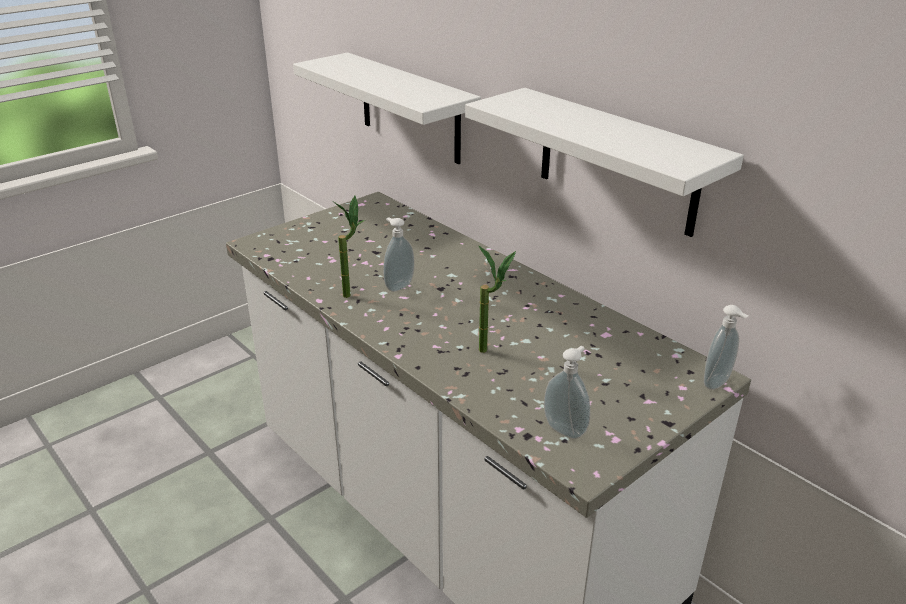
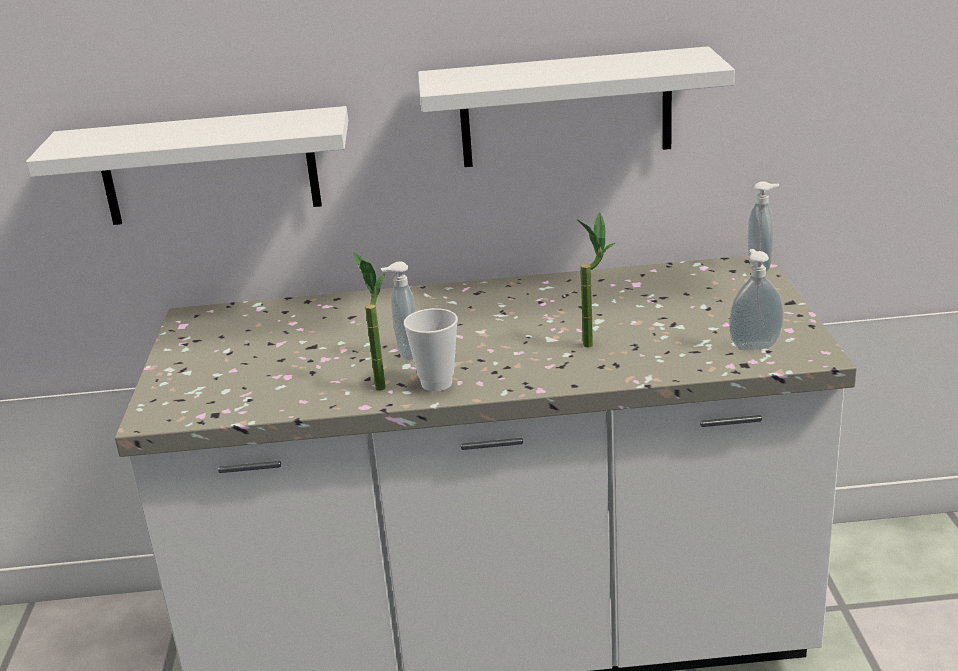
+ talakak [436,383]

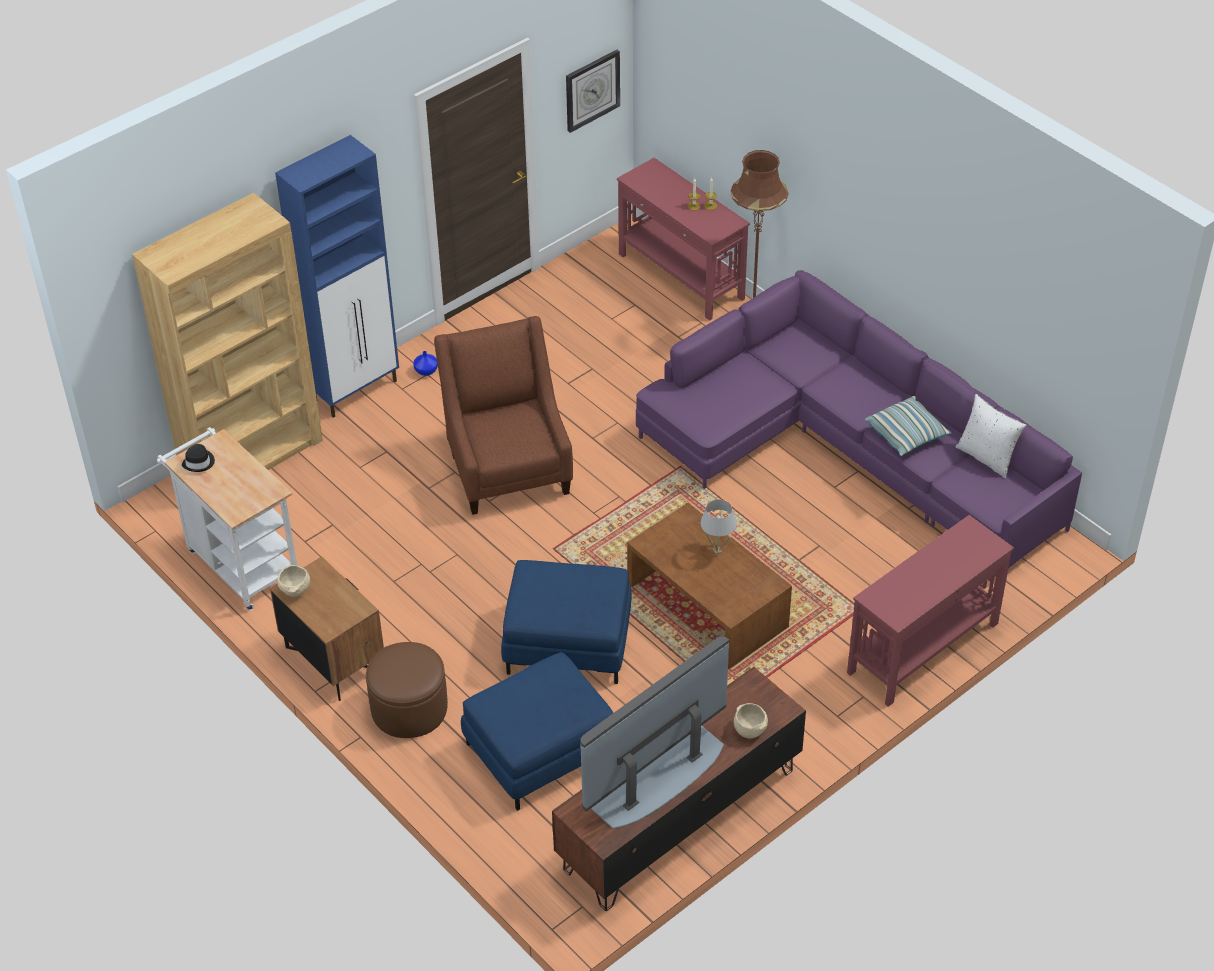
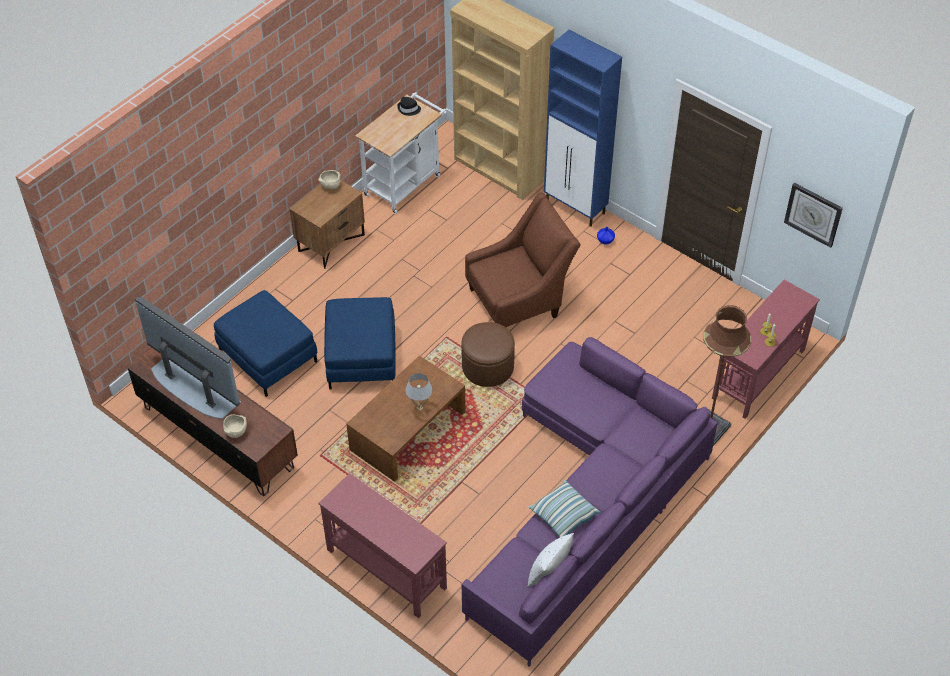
~ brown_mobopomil [409,708] to [487,366]

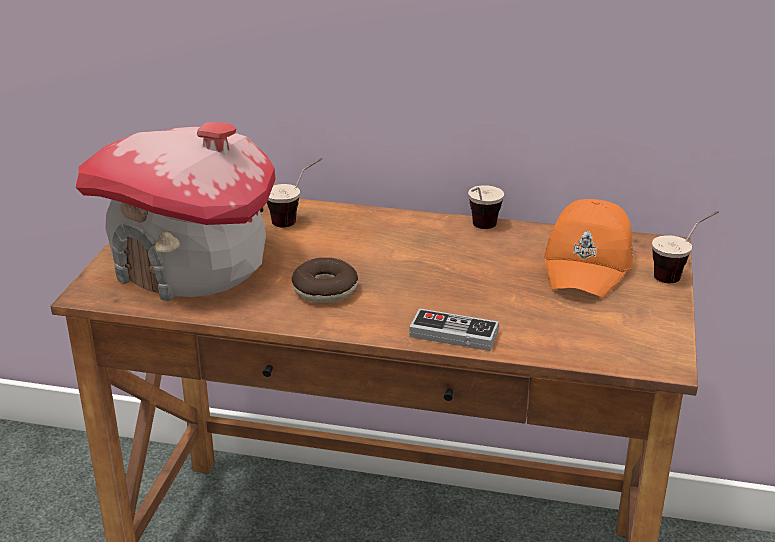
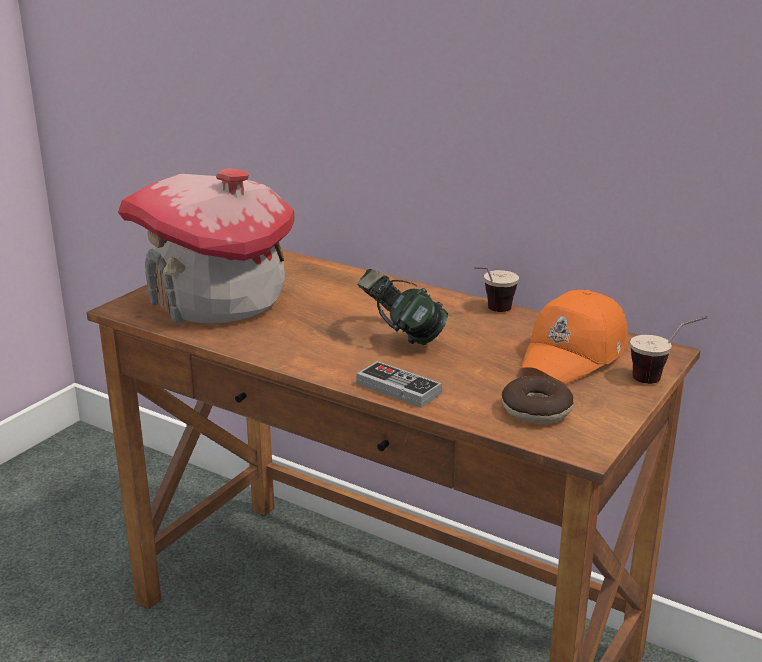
+ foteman [400,337]
~ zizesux [325,290] to [536,410]
- talakak [296,219]

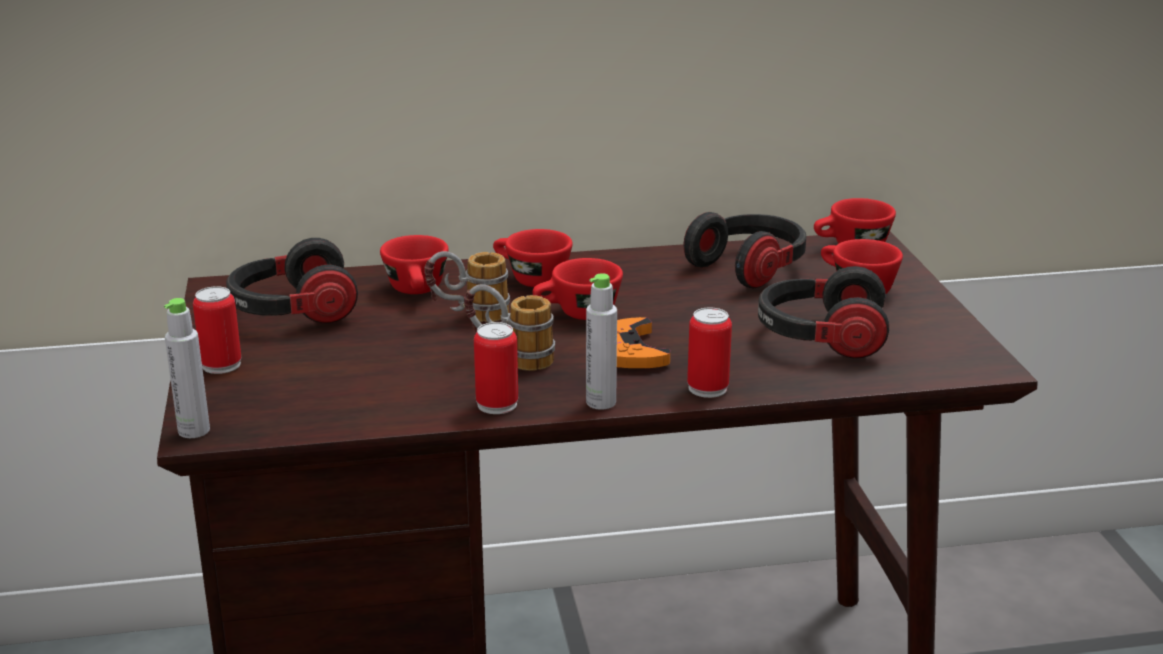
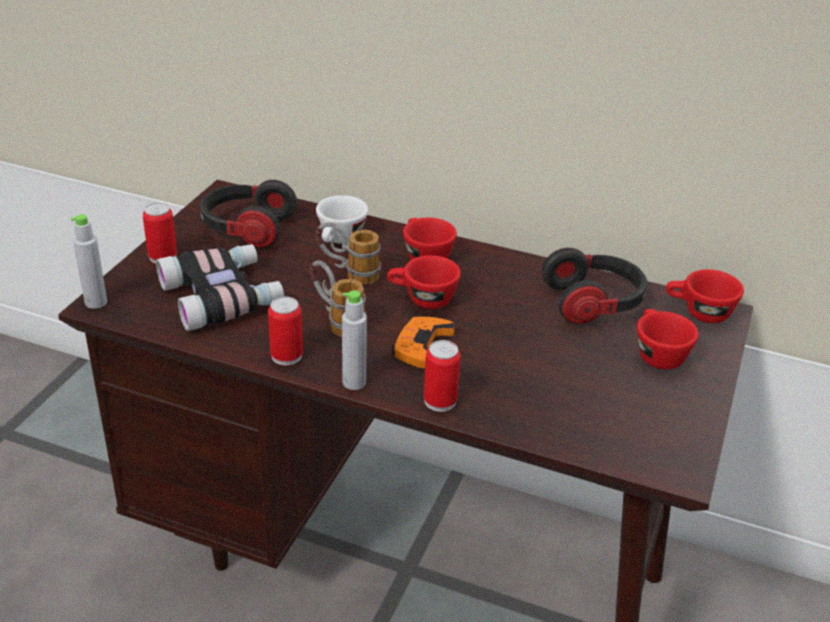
+ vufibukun [223,296]
~ red_talakak [418,291] to white_talakak [339,240]
- foteman [820,338]

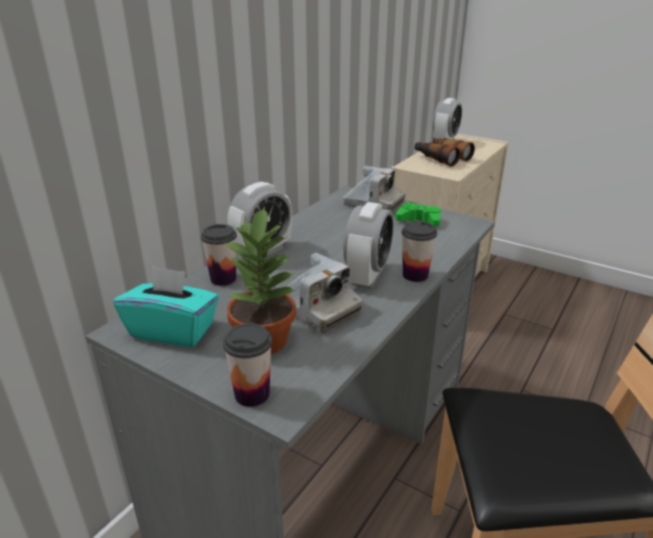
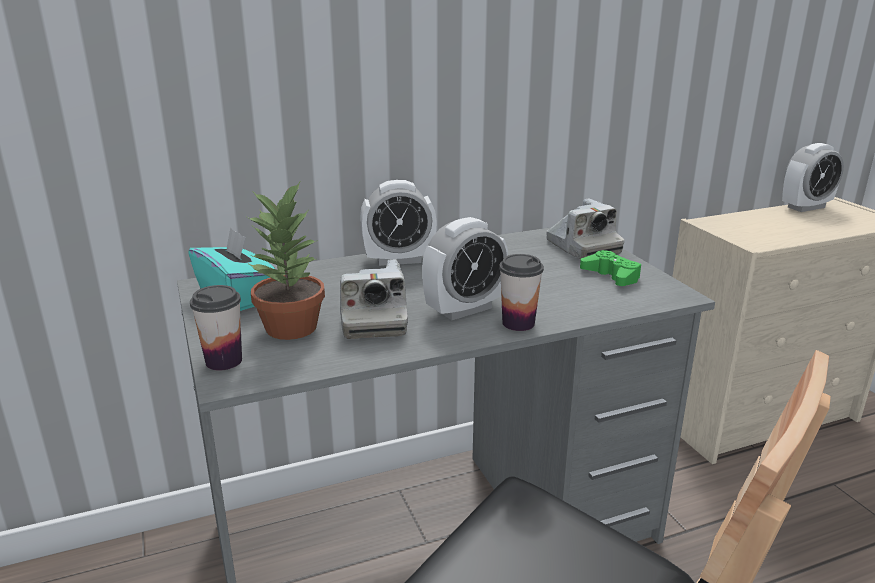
- talakak [223,279]
- vufibukun [441,158]

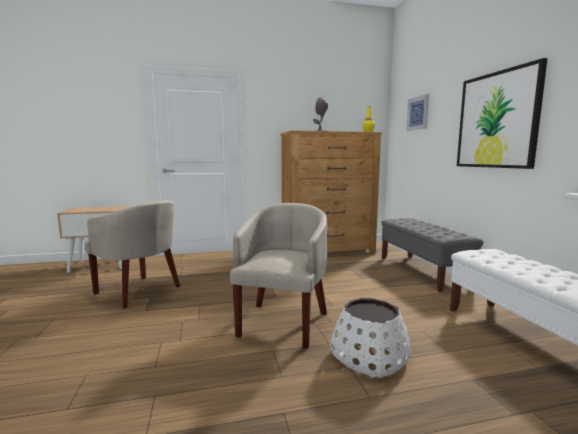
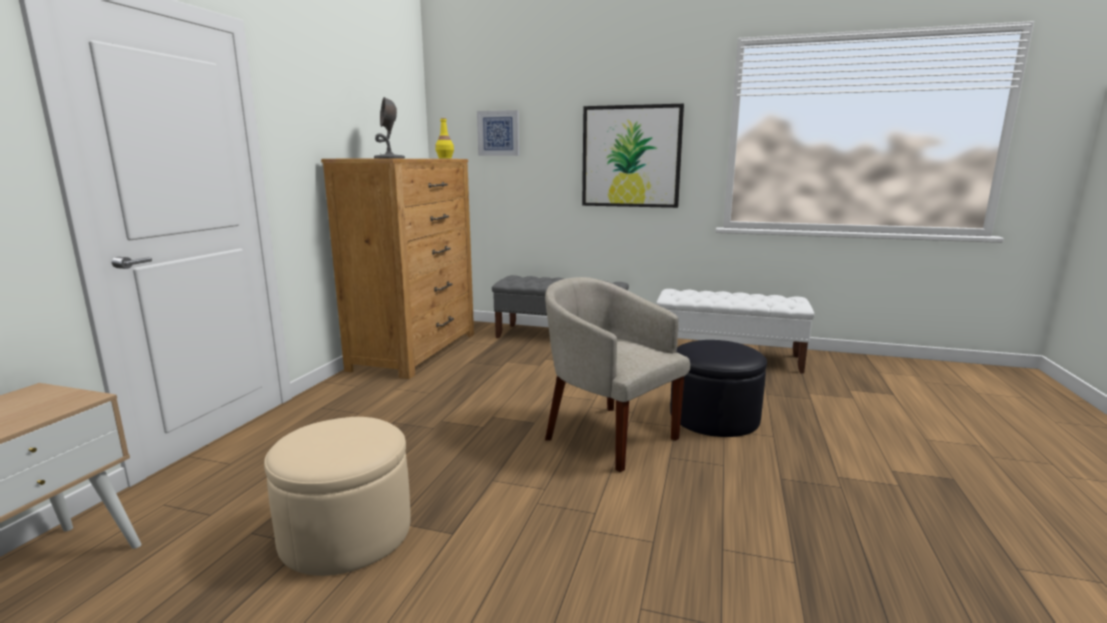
~ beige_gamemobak [139,291] to beige_mobopomil [346,532]
~ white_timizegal [369,357] to black_mobopomil [714,417]

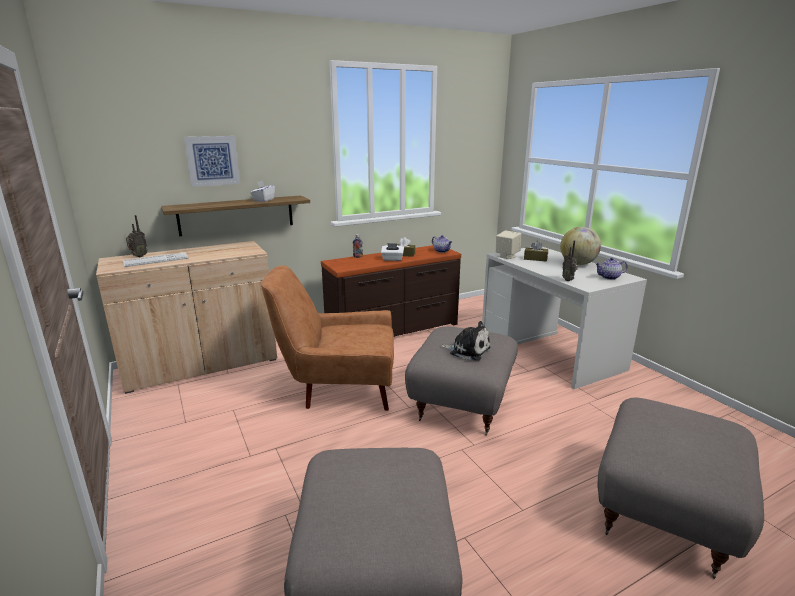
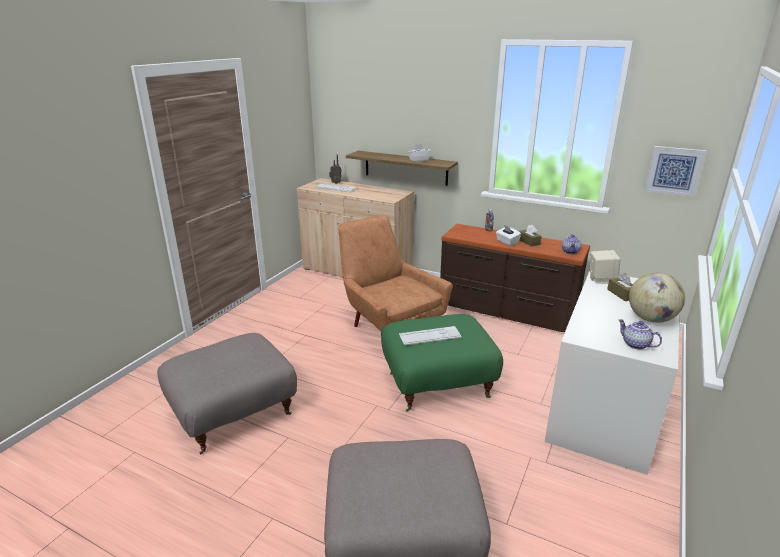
~ grey_mobopomil [461,402] to green_mobopomil [438,384]
~ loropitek [467,350] to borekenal [430,336]
~ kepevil [212,161] to [674,171]
- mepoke [568,280]

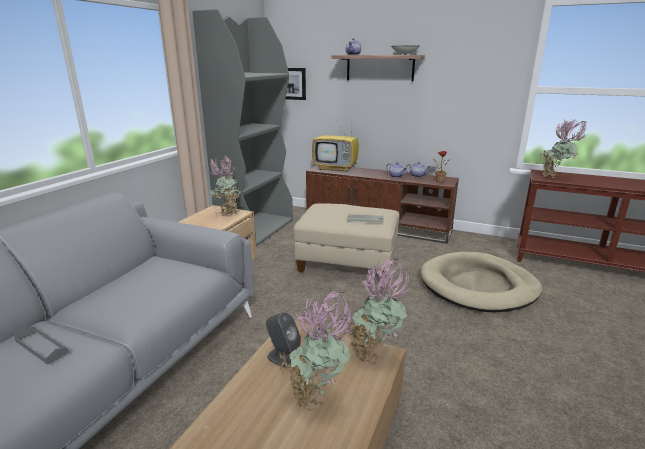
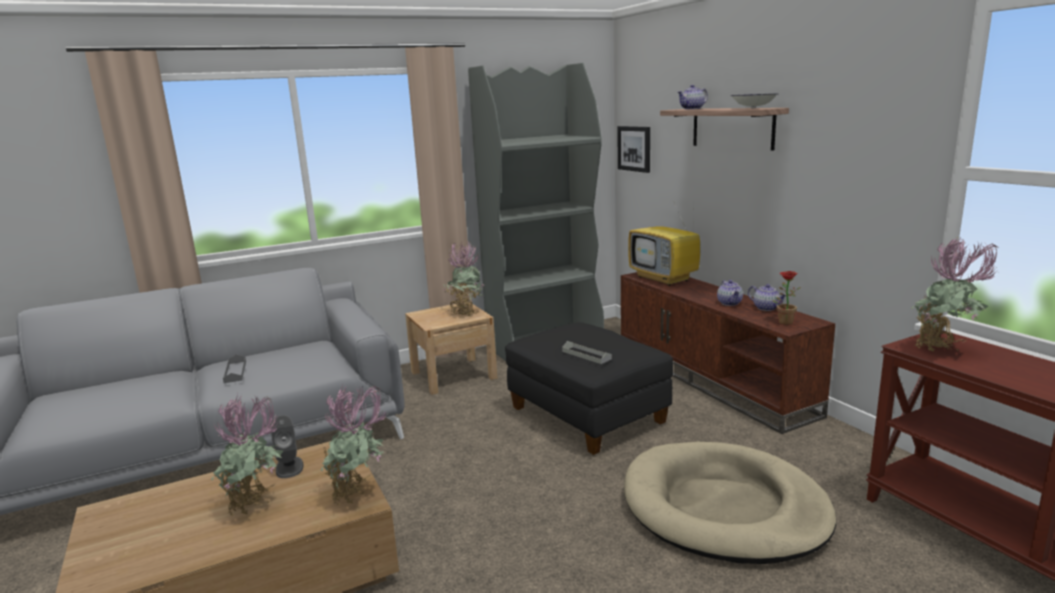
~ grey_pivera [41,347] to [235,372]
~ beige_mobopomil [347,263] to black_mobopomil [588,416]

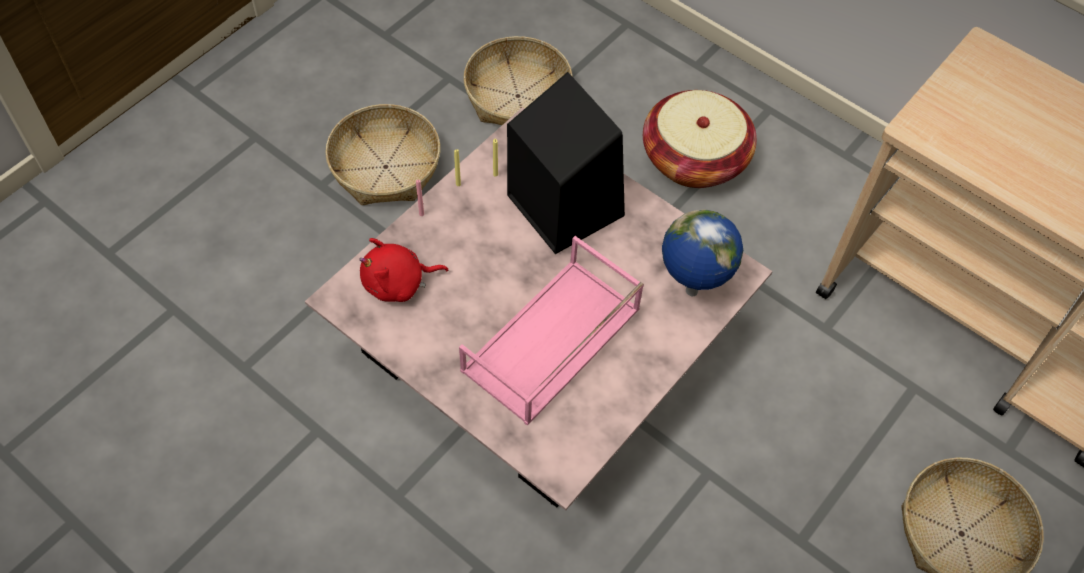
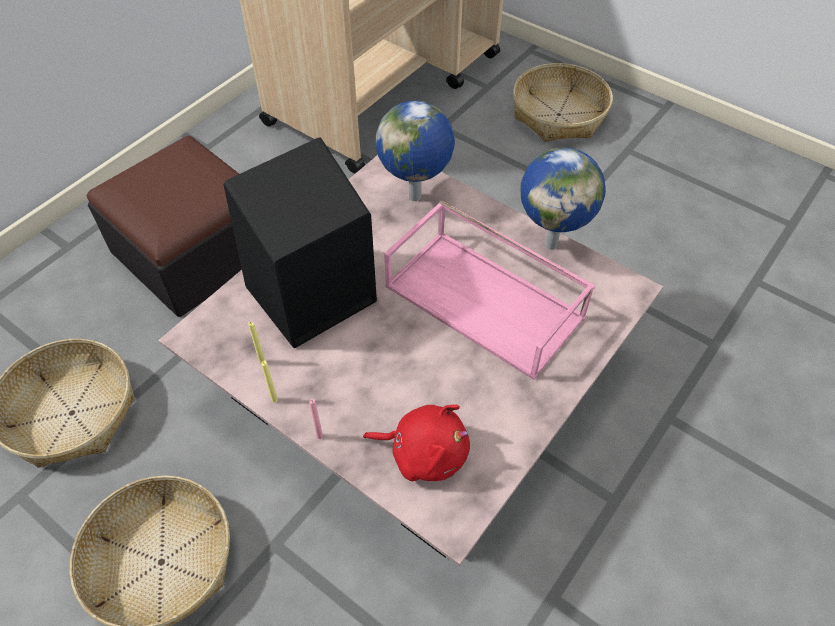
~ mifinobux [694,158] to mobopomil [194,251]
~ red_loropitek [398,283] = [424,452] 60 degrees counterclockwise
+ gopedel [551,243]

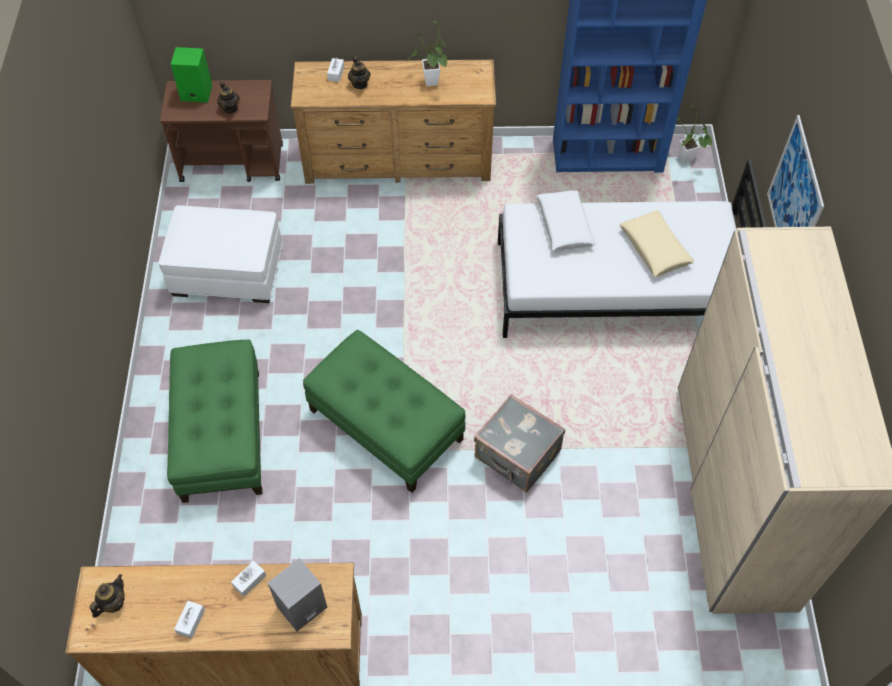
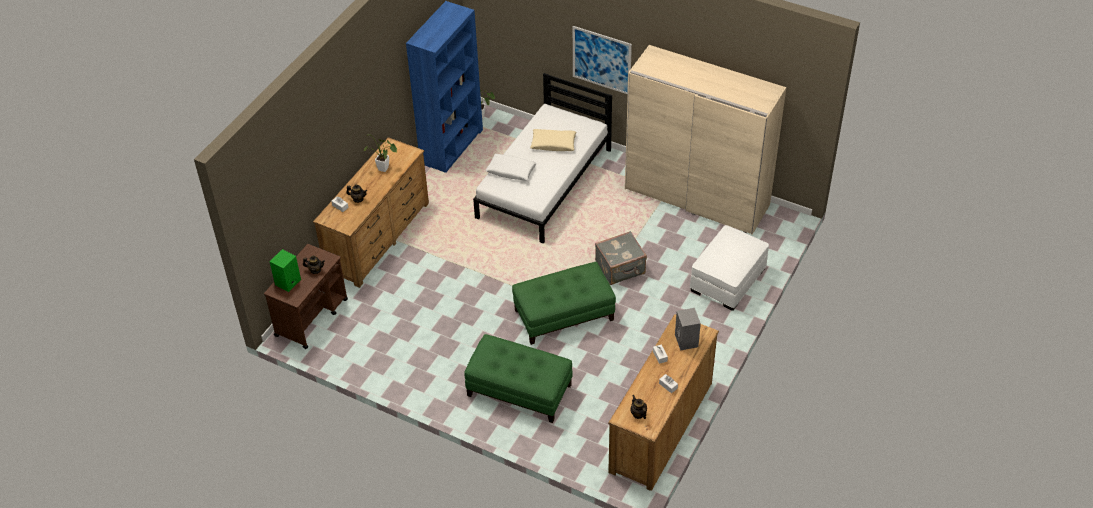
~ white_mobopomil [228,271] to [728,279]

